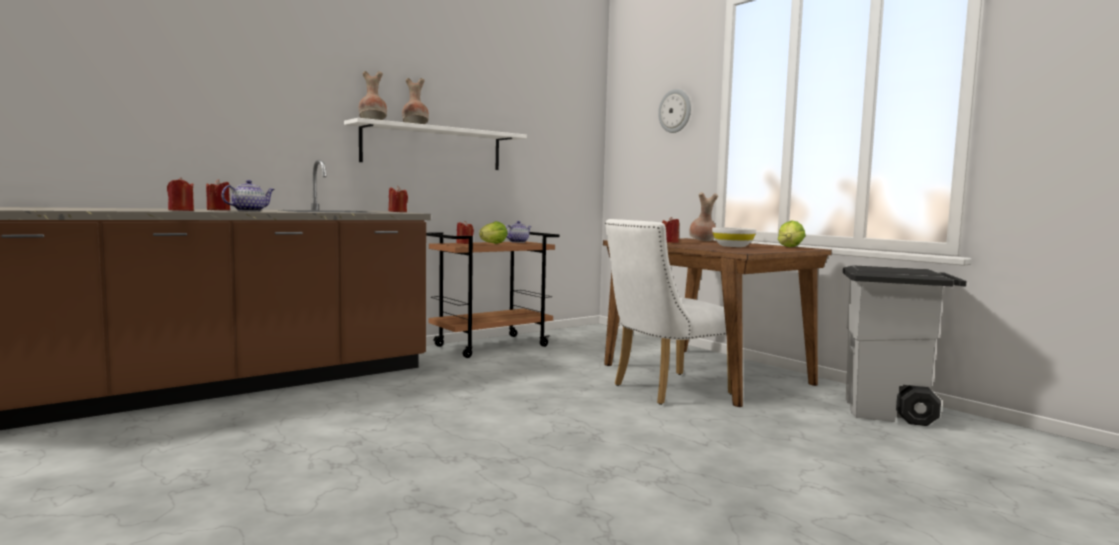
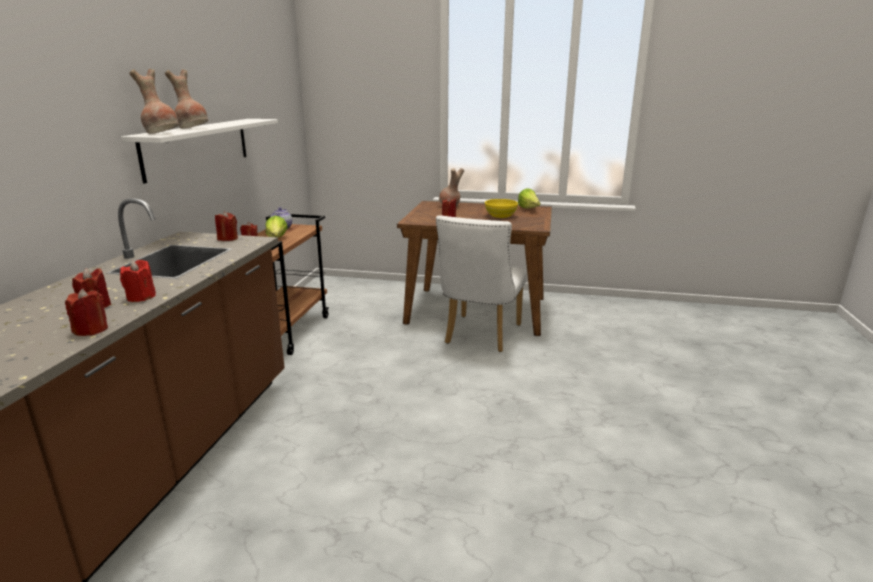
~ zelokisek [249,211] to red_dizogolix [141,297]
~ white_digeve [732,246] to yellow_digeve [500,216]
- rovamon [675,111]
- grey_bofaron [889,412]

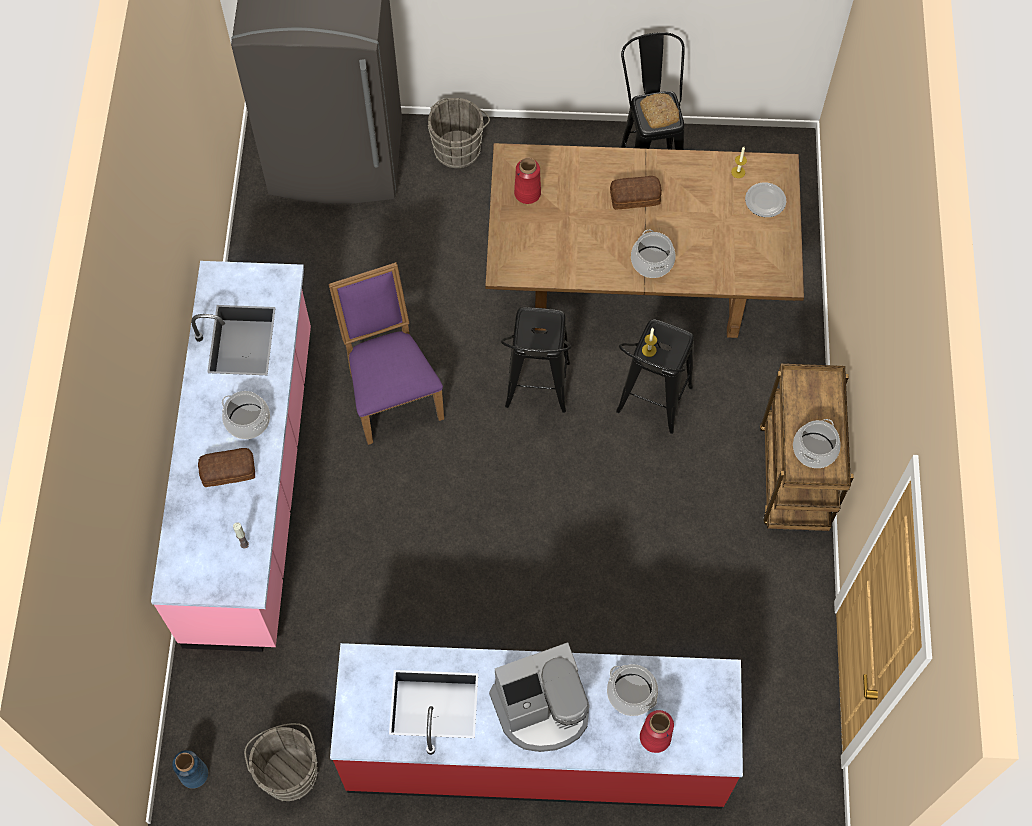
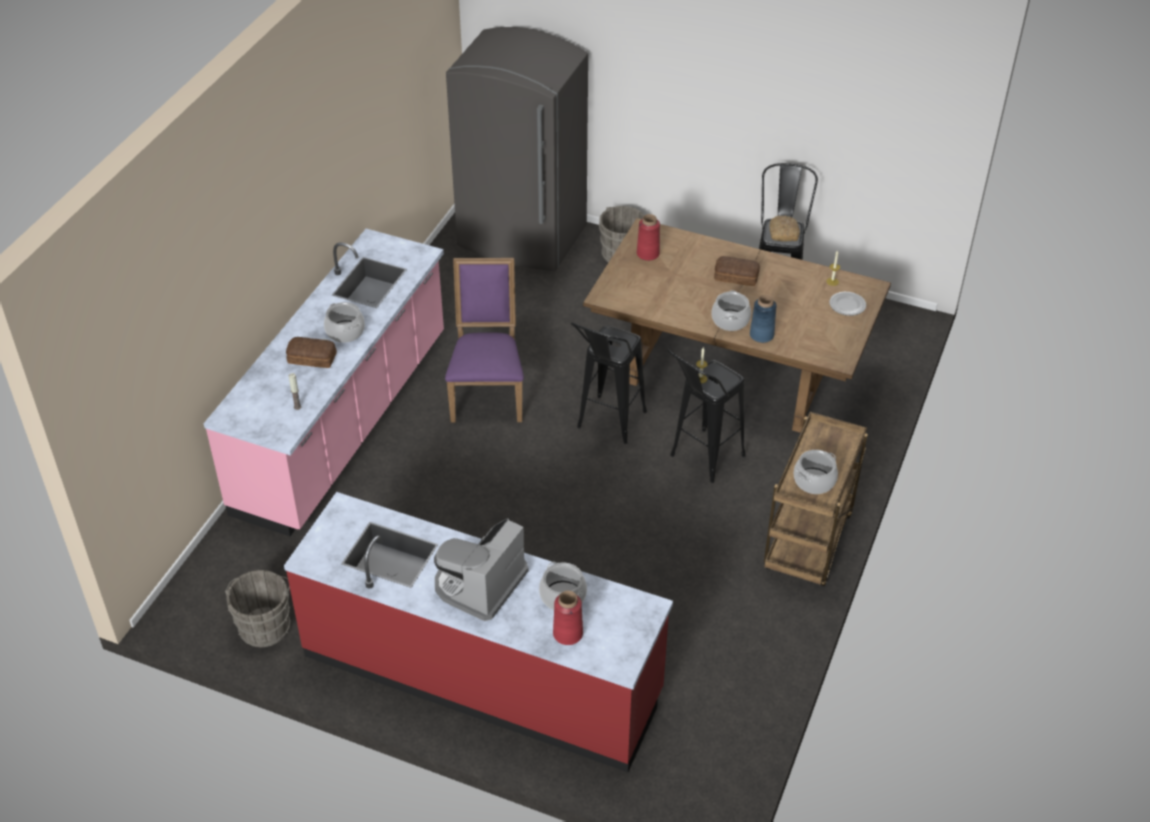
~ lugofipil [542,709] = [479,584] 120 degrees clockwise
~ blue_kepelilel [193,774] to [761,335]

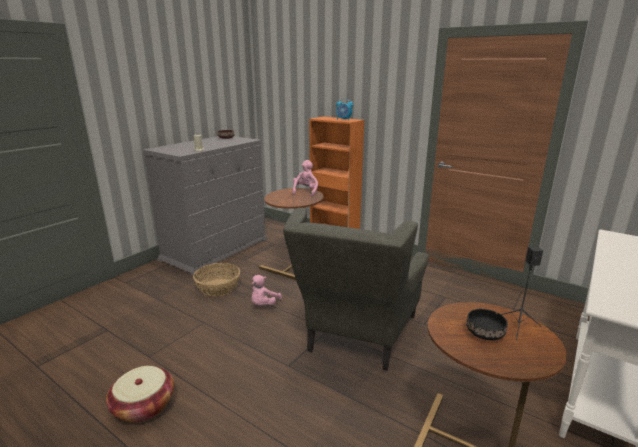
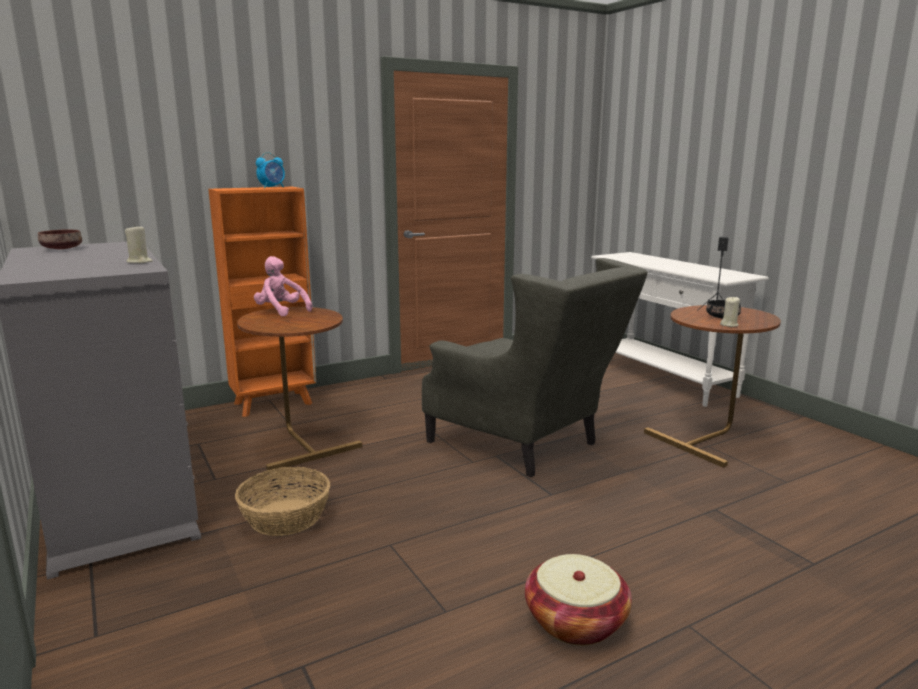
+ beige_dizogolix [729,325]
- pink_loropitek [264,304]

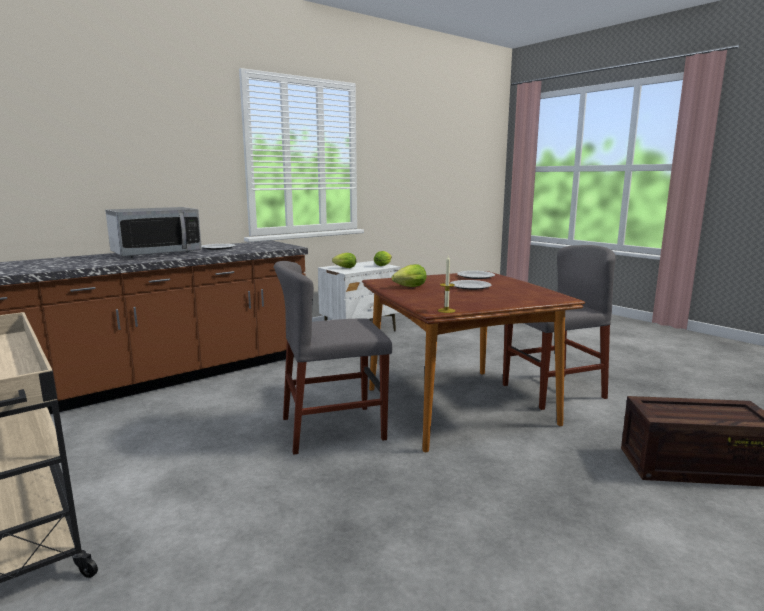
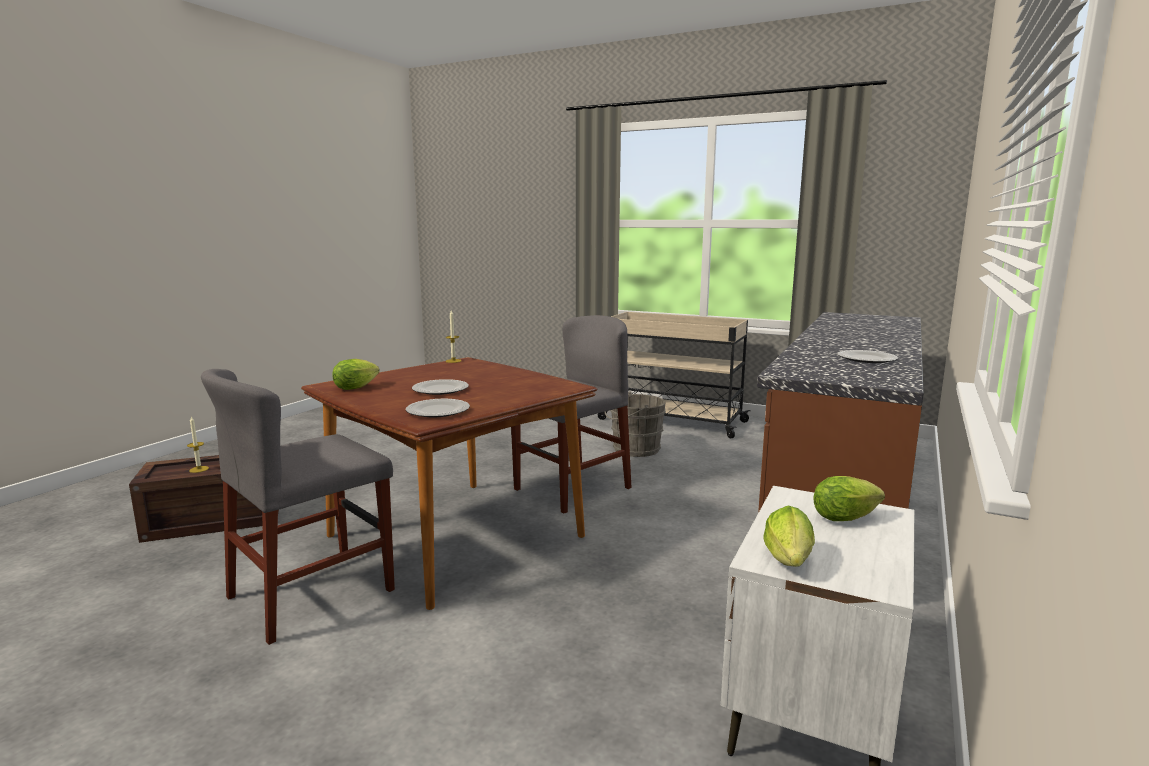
+ dizogolix [199,469]
~ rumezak [408,287] to [358,387]
+ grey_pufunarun [633,449]
- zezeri [156,253]

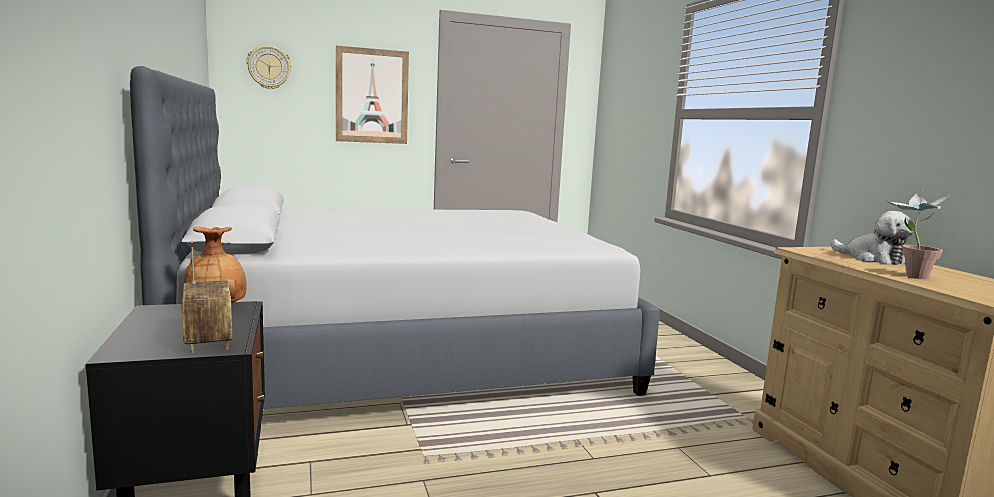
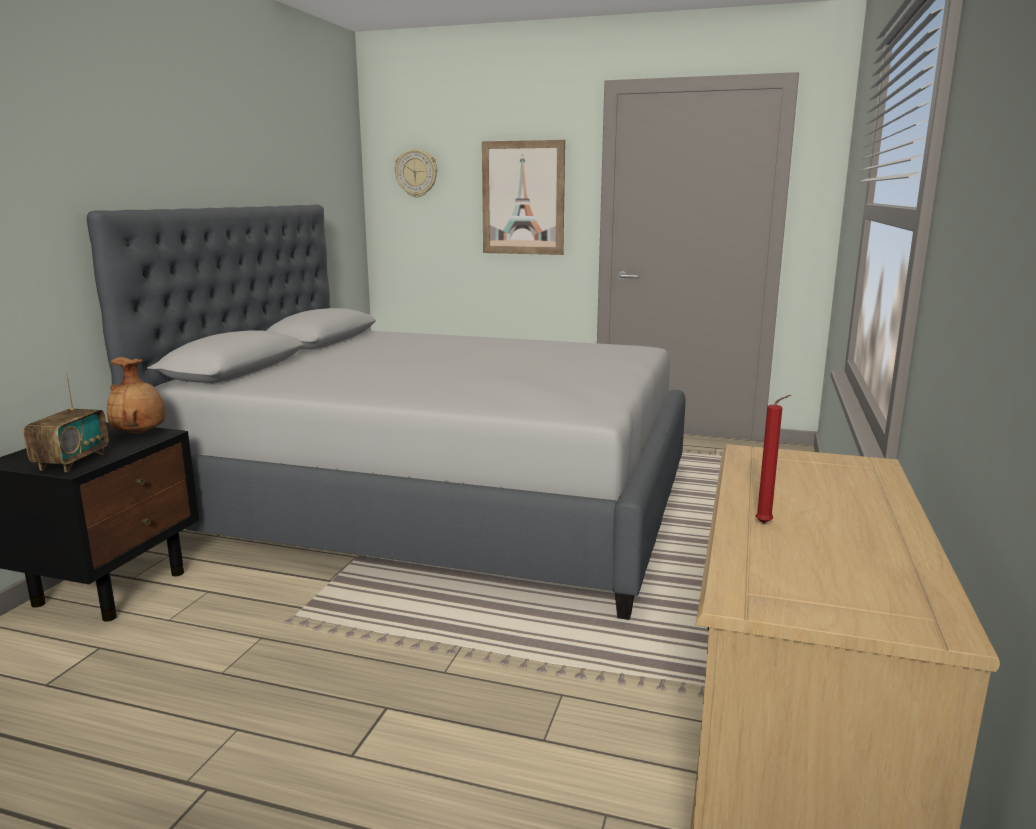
~ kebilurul [908,276] to red_dizogolix [766,524]
- loropitek [871,258]

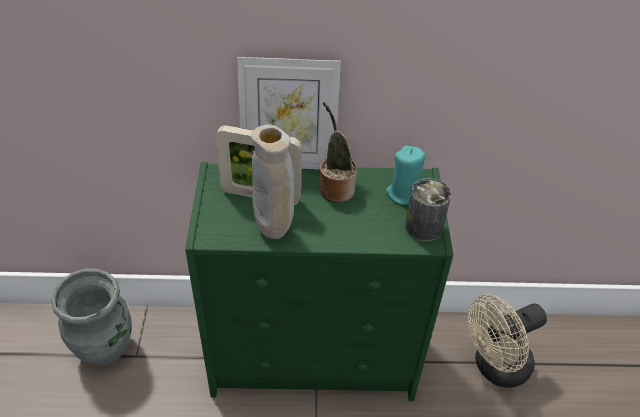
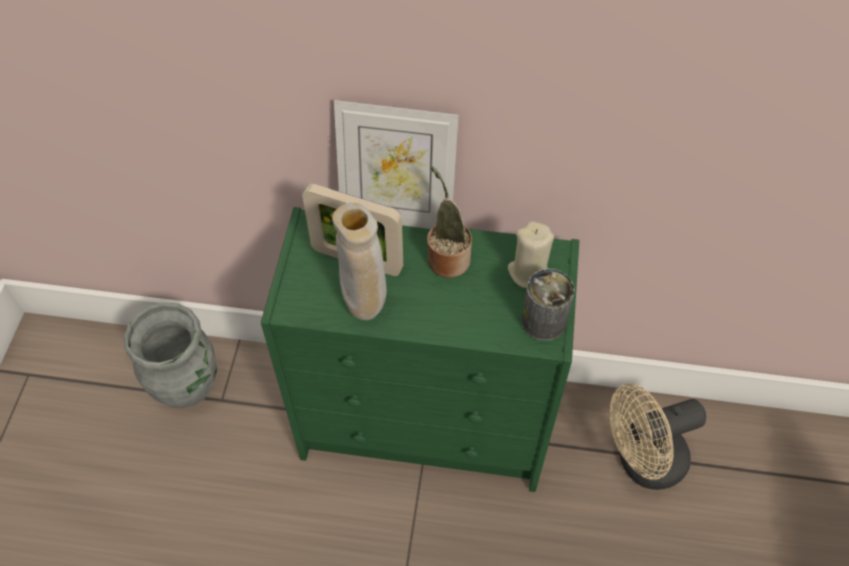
~ turquoise_dizogolix [404,194] to beige_dizogolix [530,272]

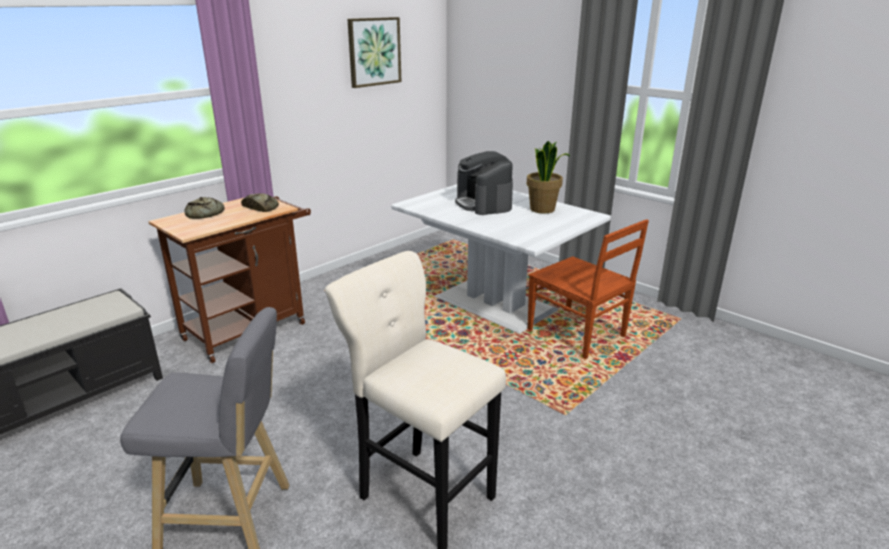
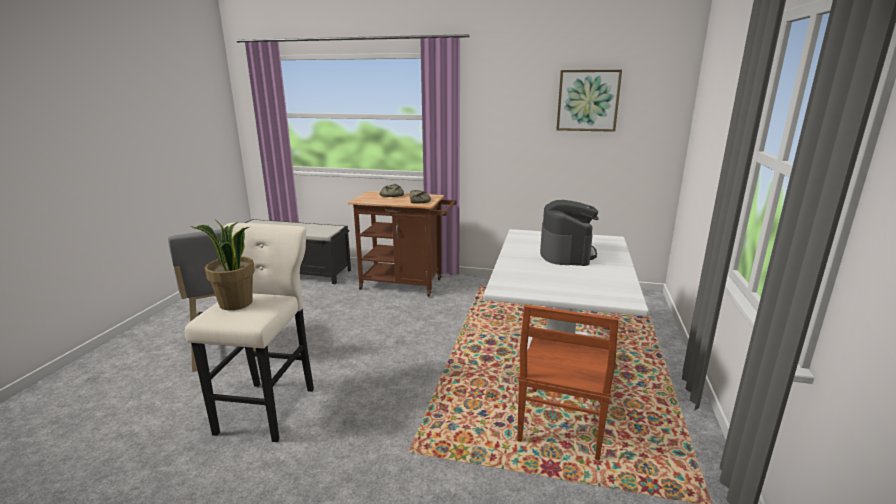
~ kebilurul [542,209] to [235,304]
~ lugofipil [483,204] = [566,253] 150 degrees clockwise

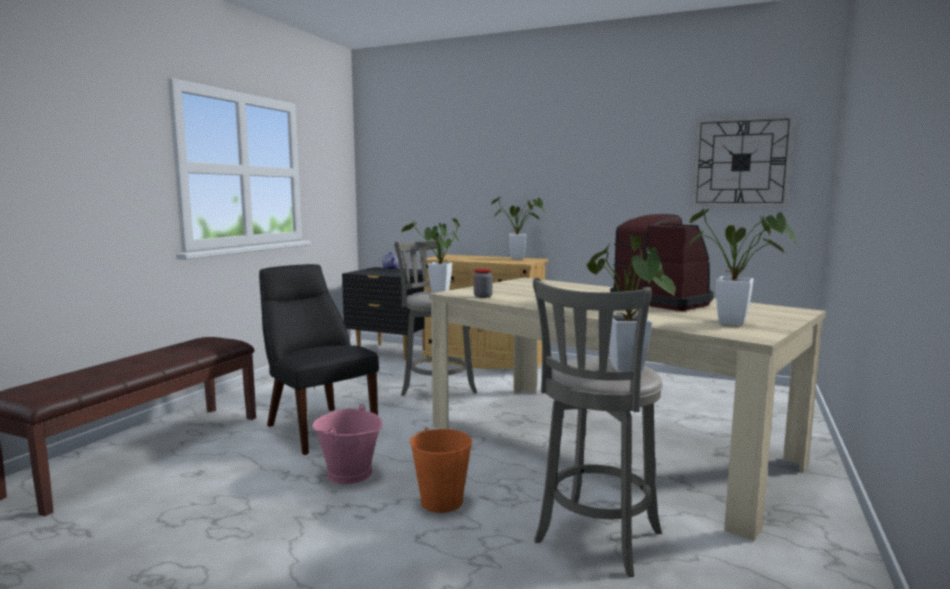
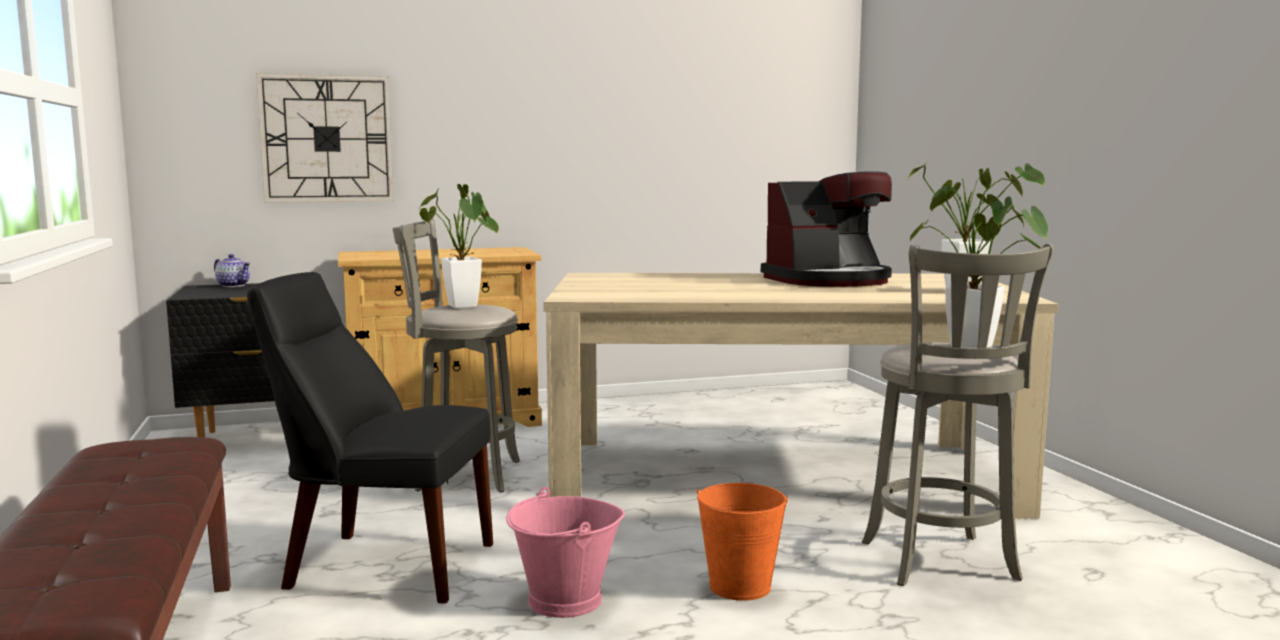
~ rovamon [741,162] to [327,139]
~ lugofipil [663,301] = [829,280] 150 degrees clockwise
- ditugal [483,296]
- kebilurul [521,258]

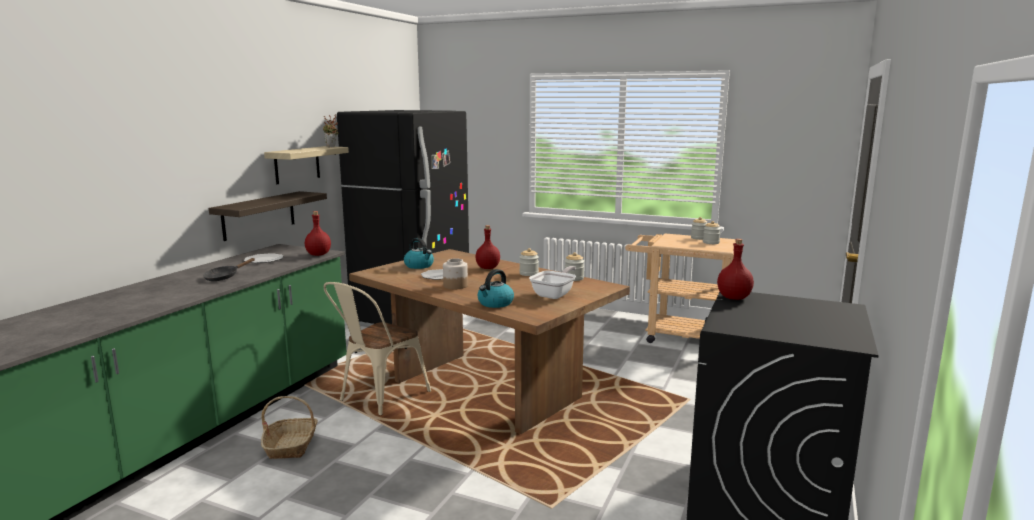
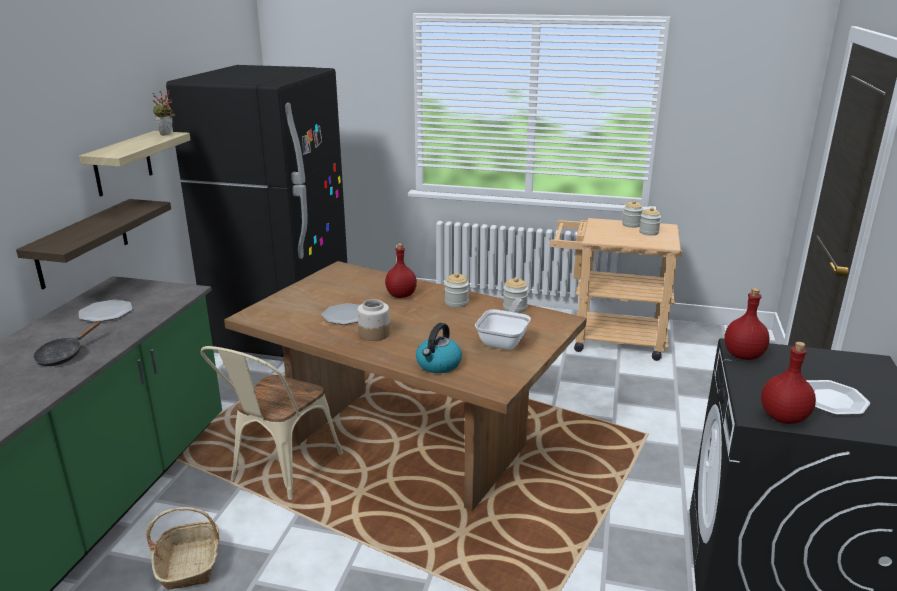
~ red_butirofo [319,254] to [784,418]
+ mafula [831,399]
- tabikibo [419,266]

